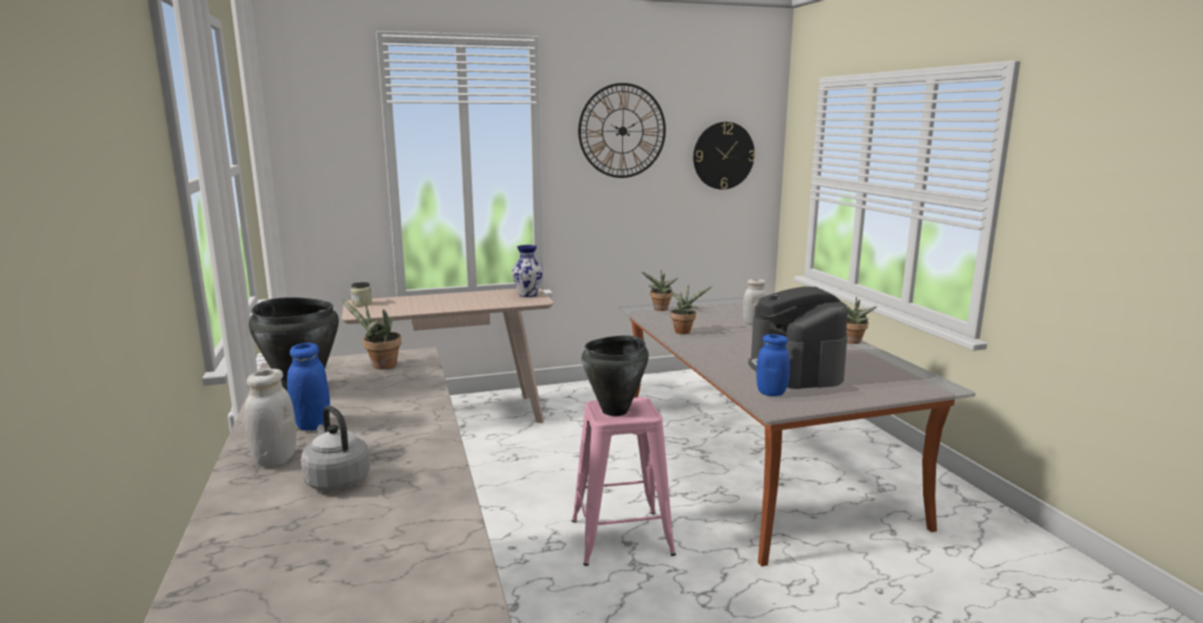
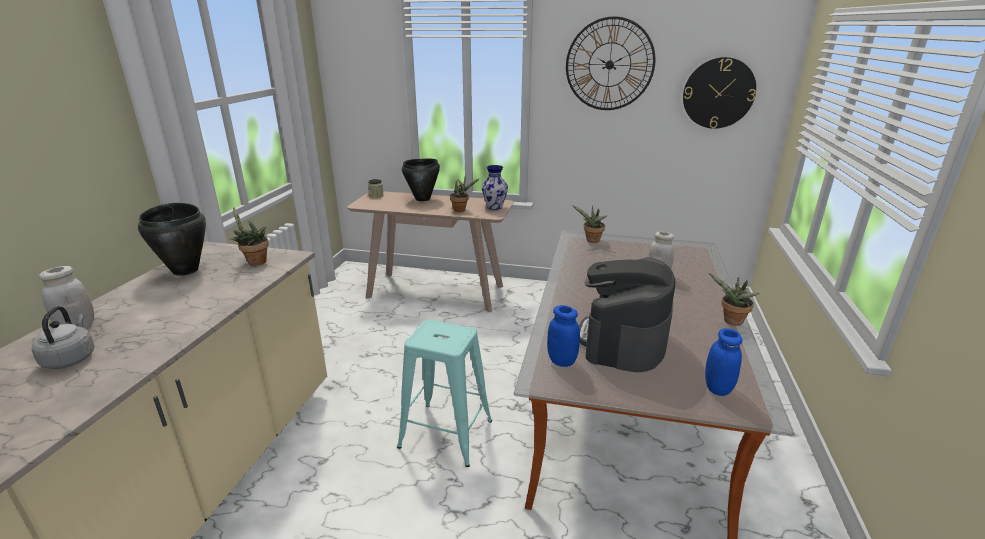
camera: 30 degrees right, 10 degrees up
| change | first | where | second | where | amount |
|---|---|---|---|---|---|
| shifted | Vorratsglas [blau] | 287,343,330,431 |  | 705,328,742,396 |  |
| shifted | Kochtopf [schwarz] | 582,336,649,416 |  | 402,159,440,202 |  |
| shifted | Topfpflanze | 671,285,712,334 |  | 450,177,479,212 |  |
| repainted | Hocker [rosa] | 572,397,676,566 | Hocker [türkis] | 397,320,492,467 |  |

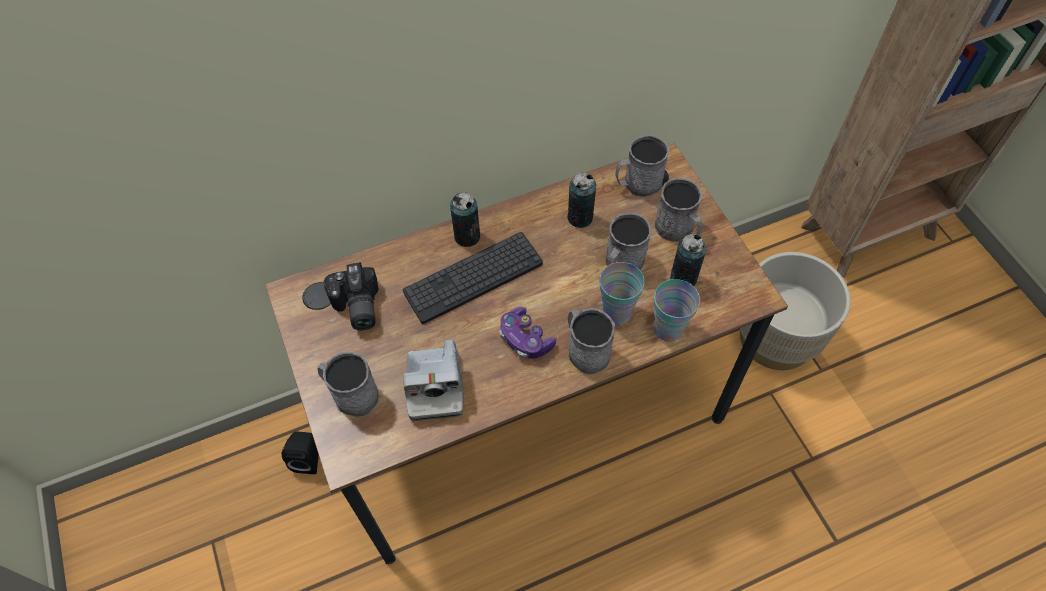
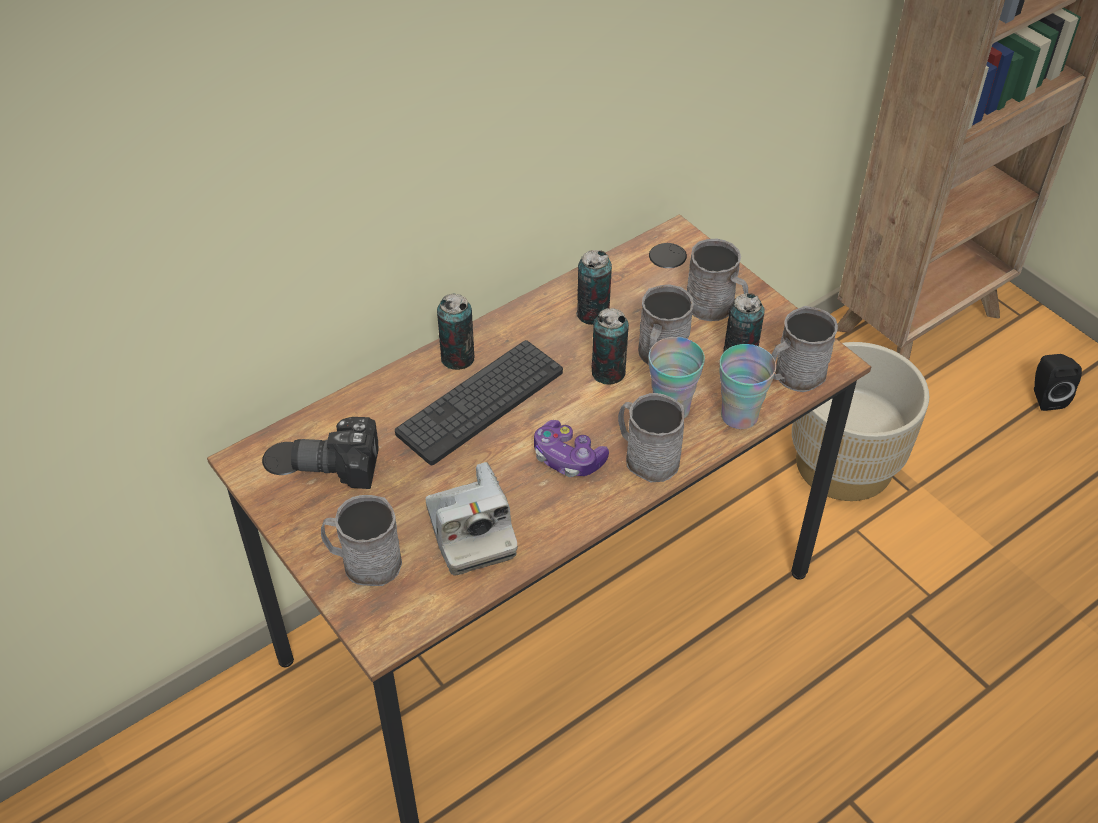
camera: 15 degrees left, 10 degrees down
| change | first | where | second | where | amount |
|---|---|---|---|---|---|
| new |  |  | Dose | 591,308,629,385 |  |
| shifted | Lautsprecher [schwarz] | 282,431,318,474 |  | 1034,354,1082,411 |  |
| shifted | Henkelbecher [grau] | 615,134,669,197 |  | 772,306,838,392 |  |
| rotated | Kamera | 324,262,379,330 |  | 291,417,379,489 | 120 degrees clockwise |

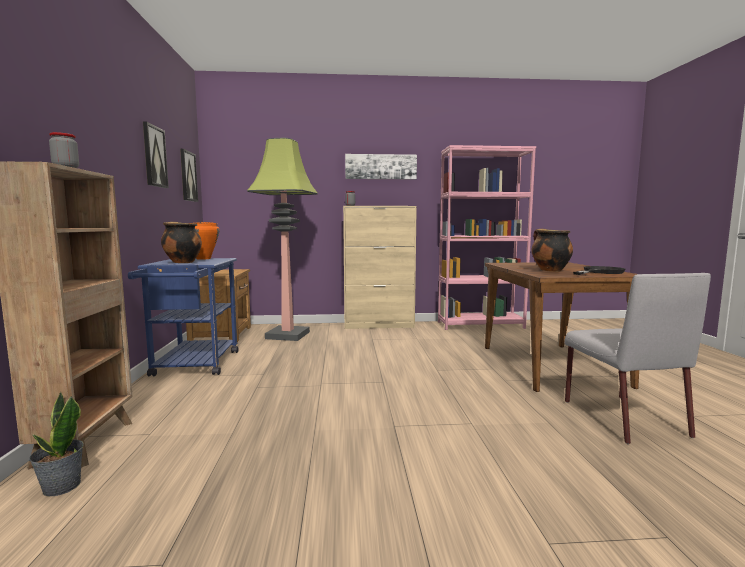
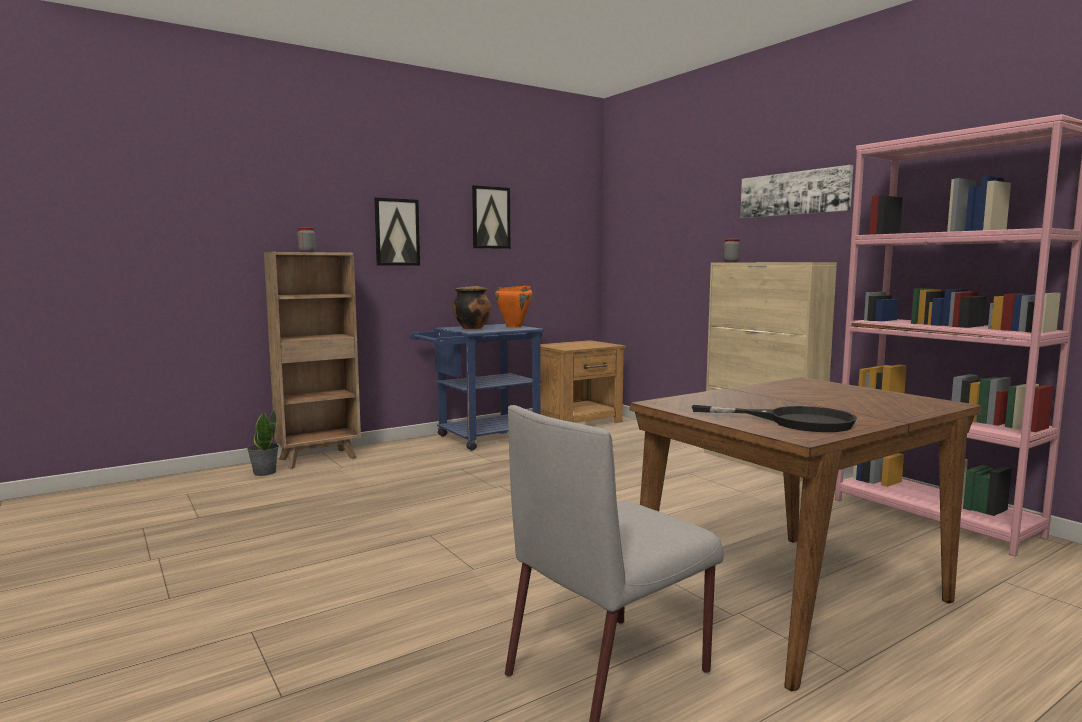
camera: 60 degrees right, 0 degrees up
| change | first | where | second | where | amount |
|---|---|---|---|---|---|
| gone | Stehlampe | 247,137,318,341 |  |  |  |
| gone | Kochtopf | 531,229,573,272 |  |  |  |
| shifted | Bild | 180,149,198,202 |  | 374,198,420,265 |  |

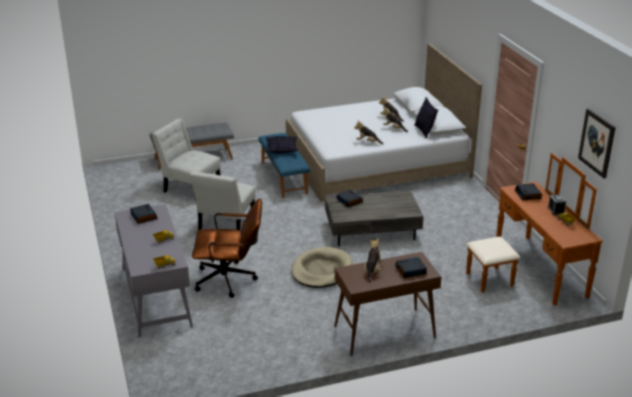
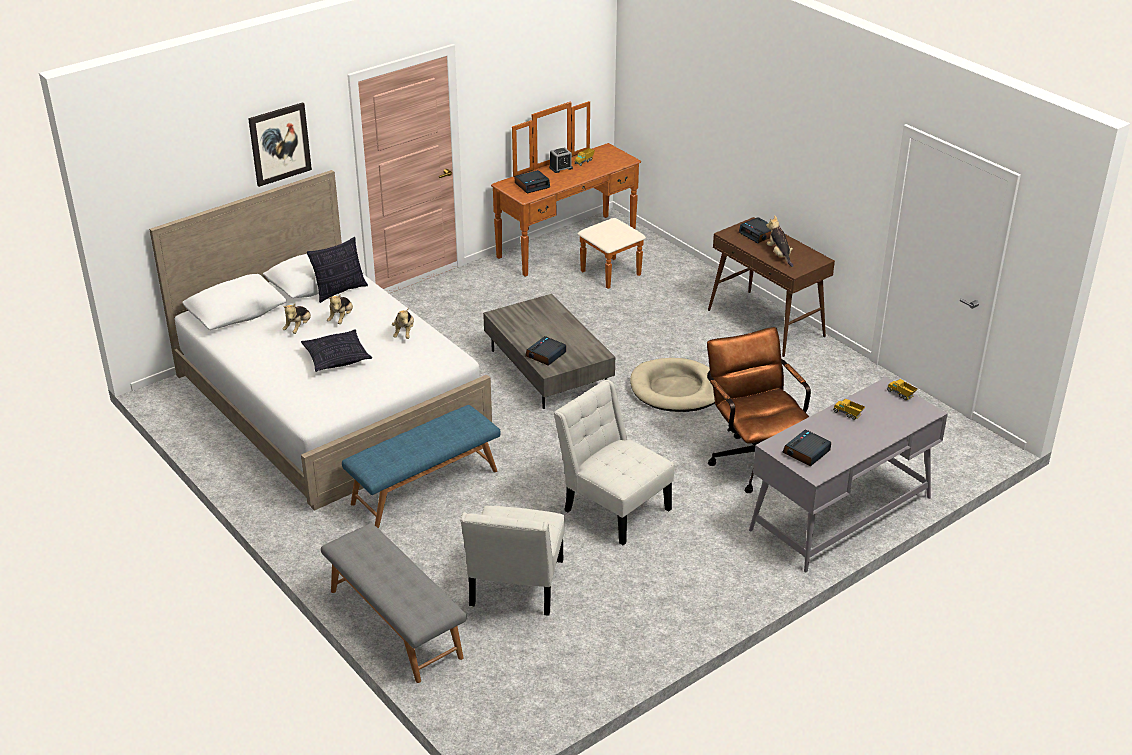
camera: 110 degrees left, 5 degrees up
| change | first | where | second | where | amount |
|---|---|---|---|---|---|
| shifted | Kissen | 266,136,298,153 |  | 301,330,372,372 |  |
| shifted | Bild | 578,109,616,178 |  | 248,102,312,187 |  |
| rotated | Stuhl [weiß] | 190,171,255,230 |  | 554,380,674,545 | 135 degrees counterclockwise |
| rotated | Plüschtier | 364,238,382,283 |  | 766,215,793,267 | 75 degrees clockwise |

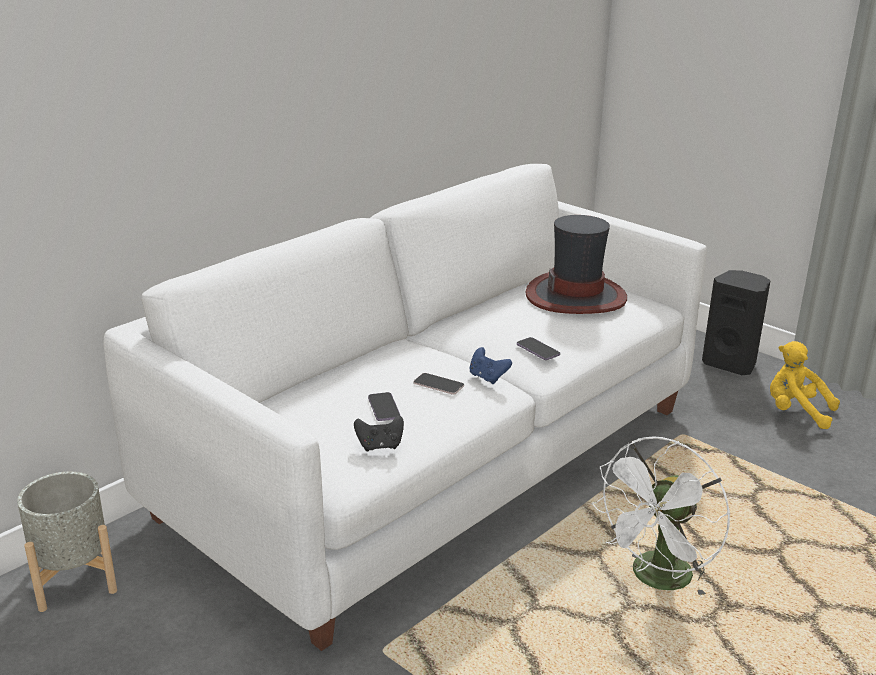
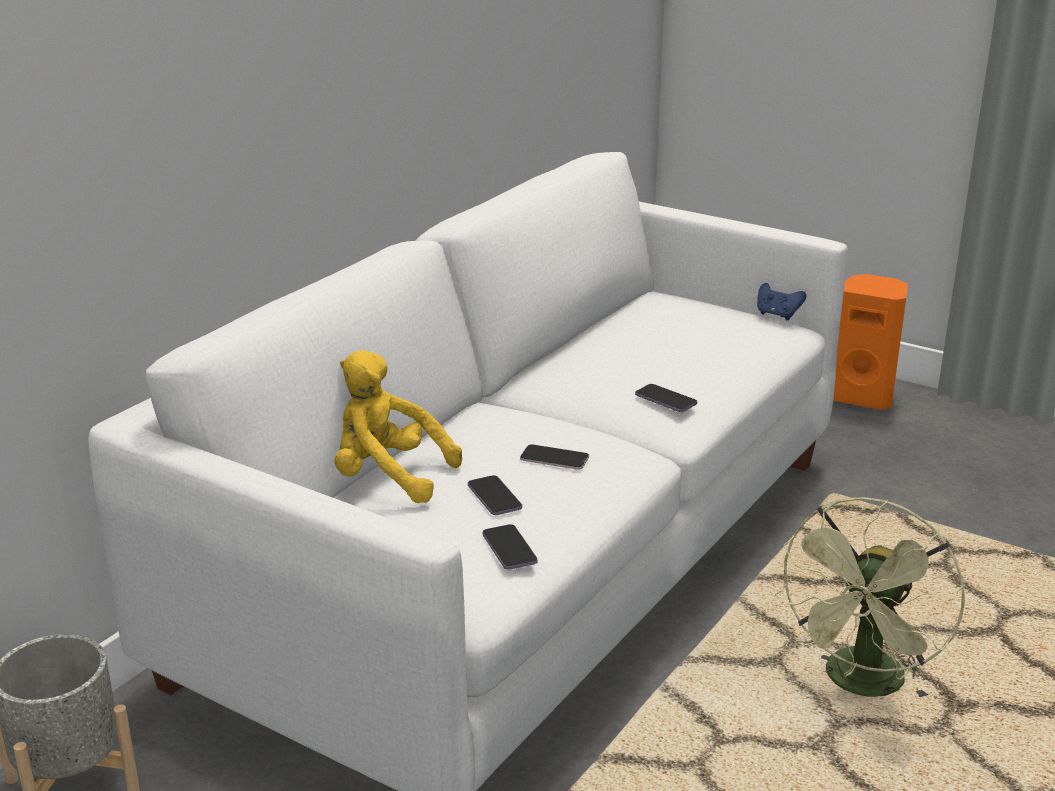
camera: 10 degrees left, 0 degrees up
| change | first | where | second | where | amount |
|---|---|---|---|---|---|
| gone | Hut | 525,215,627,314 |  |  |  |
| shifted | Gamepad [blau] | 469,347,512,384 |  | 757,283,806,320 |  |
| shifted | Plüschtier [gelb] | 770,341,840,429 |  | 335,350,462,503 |  |
| swapped | Gamepad [schwarz] | 354,415,404,451 | Handy | 483,524,538,570 |  |
| repainted | Ventilator [weiß] | 592,436,730,597 | Ventilator [grün] | 775,497,965,700 |  |
| repainted | Lautsprecher [schwarz] | 702,270,771,375 | Lautsprecher [orange] | 833,274,908,410 |  |

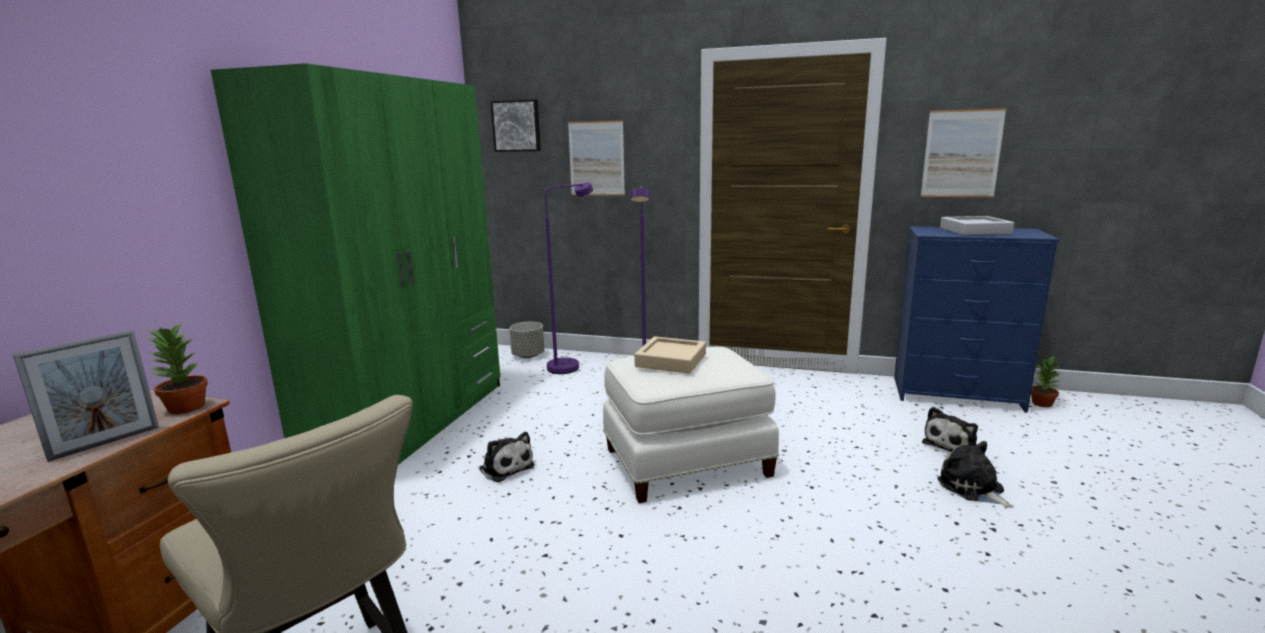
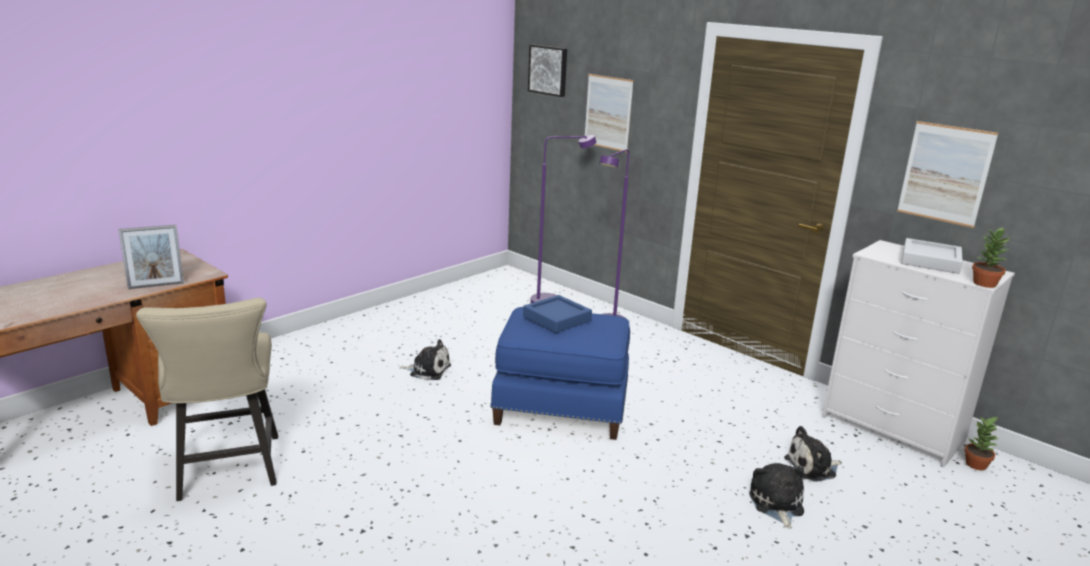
camera: 25 degrees right, 5 degrees up
| change | first | where | second | where | amount |
|---|---|---|---|---|---|
| gone | Kleiderschrank [grün] | 211,63,500,465 |  |  |  |
| gone | Pflanzkübel [grau] | 510,322,545,358 |  |  |  |
| shifted | Topfpflanze | 146,322,208,414 |  | 972,228,1010,288 |  |
| repainted | Polsterhocker [weiß] | 603,346,779,503 | Polsterhocker [blau] | 490,307,630,440 |  |
| repainted | Tablett [beige] | 634,336,706,374 | Tablett [blau] | 523,295,592,333 |  |
| repainted | Kommode [blau] | 894,226,1059,412 | Kommode [weiß] | 822,240,1015,467 |  |
| rotated | Plüschtier | 479,432,535,482 |  | 400,339,451,380 | 60 degrees counterclockwise |

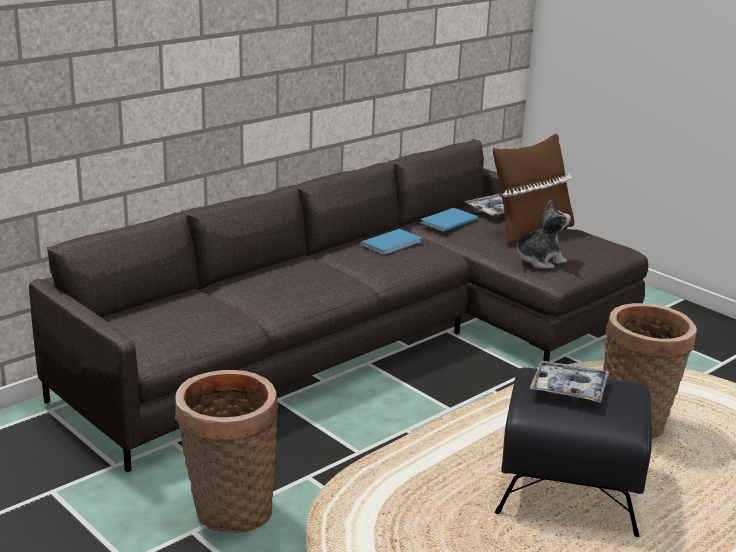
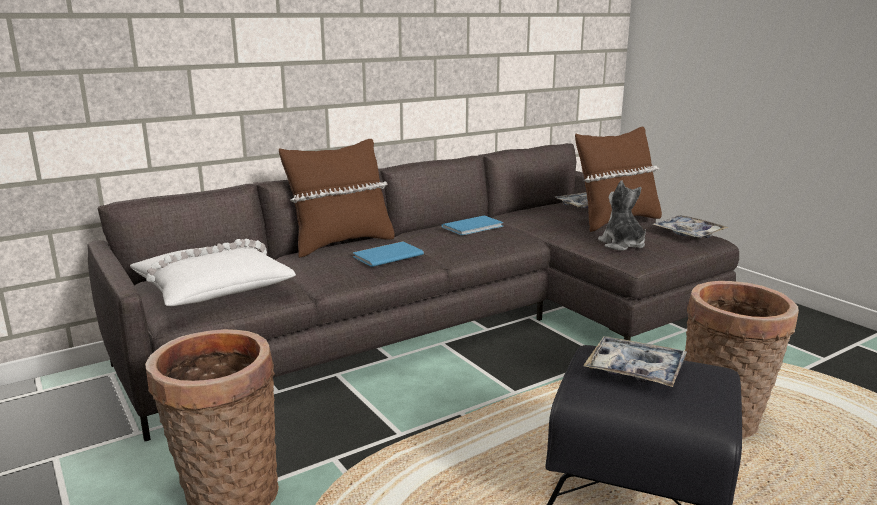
camera: 10 degrees right, 5 degrees down
| change | first | where | second | where | amount |
|---|---|---|---|---|---|
| new |  |  | Kissen [weiß] | 130,239,296,306 |  |
| new |  |  | Kissen [braun] | 279,139,395,258 |  |
| new |  |  | Tablett | 651,215,728,238 |  |
| shifted | Buch [blau] | 421,208,478,232 |  | 353,242,424,267 |  |
| rotated | Plüschtier | 516,200,571,269 |  | 598,180,646,251 | 90 degrees counterclockwise |

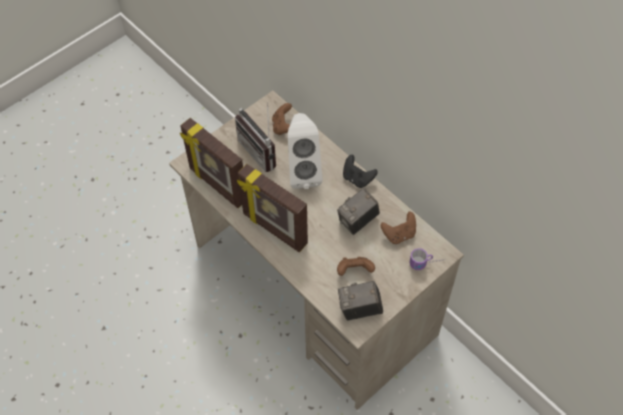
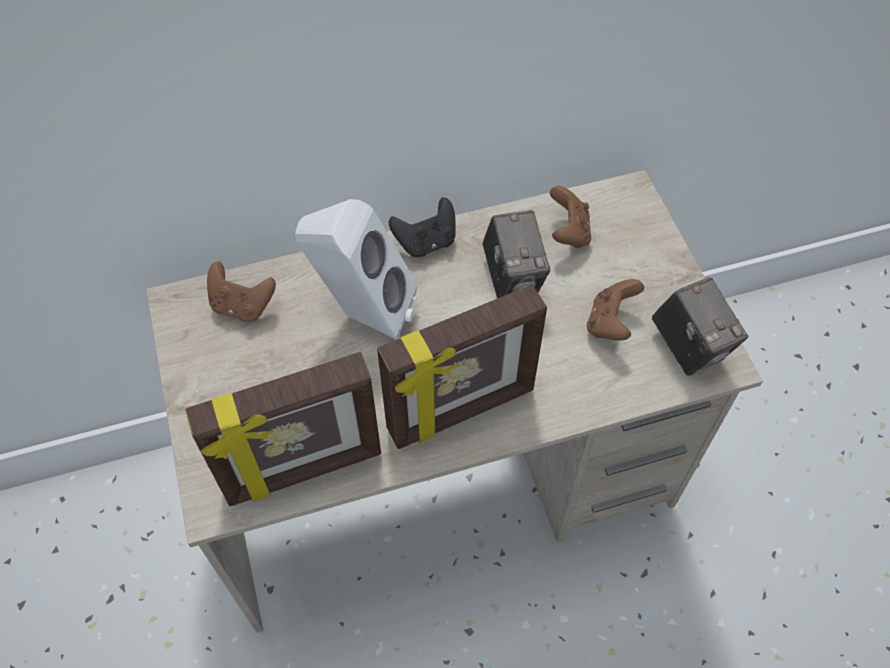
camera: 65 degrees left, 0 degrees up
| change | first | where | second | where | amount |
|---|---|---|---|---|---|
| gone | Radio | 235,102,276,172 |  |  |  |
| gone | Henkelbecher | 410,248,443,270 |  |  |  |
| rotated | Kamera | 338,281,383,321 |  | 652,277,748,376 | 45 degrees counterclockwise |

